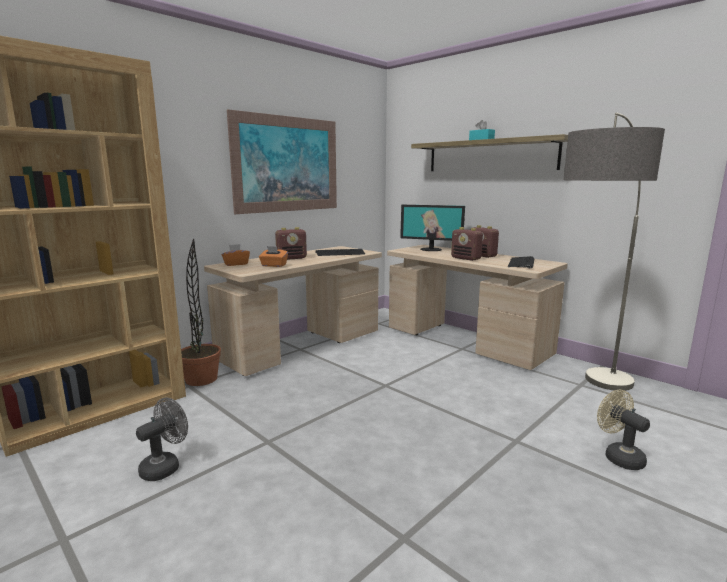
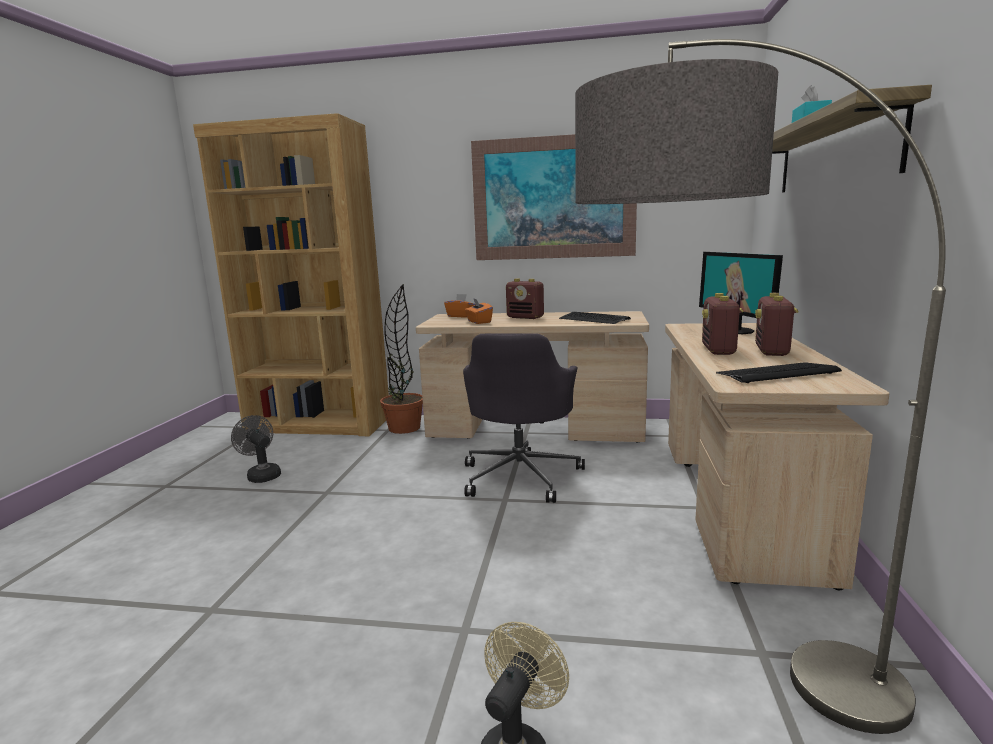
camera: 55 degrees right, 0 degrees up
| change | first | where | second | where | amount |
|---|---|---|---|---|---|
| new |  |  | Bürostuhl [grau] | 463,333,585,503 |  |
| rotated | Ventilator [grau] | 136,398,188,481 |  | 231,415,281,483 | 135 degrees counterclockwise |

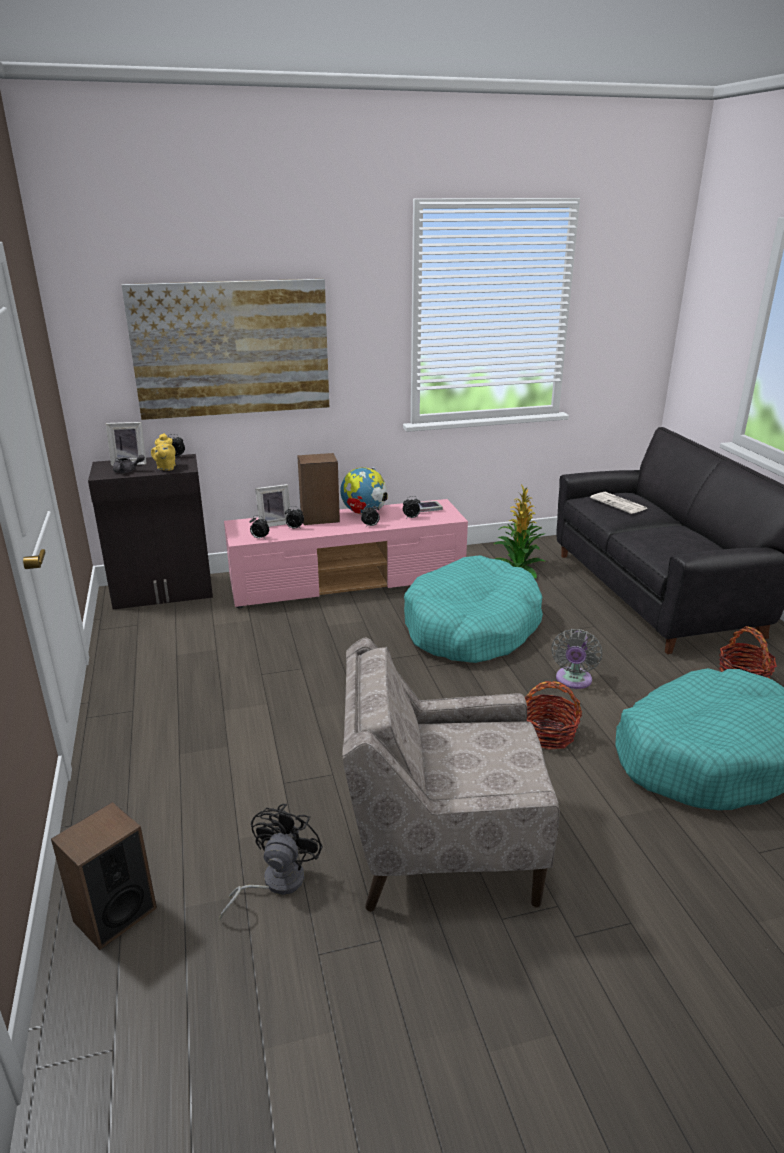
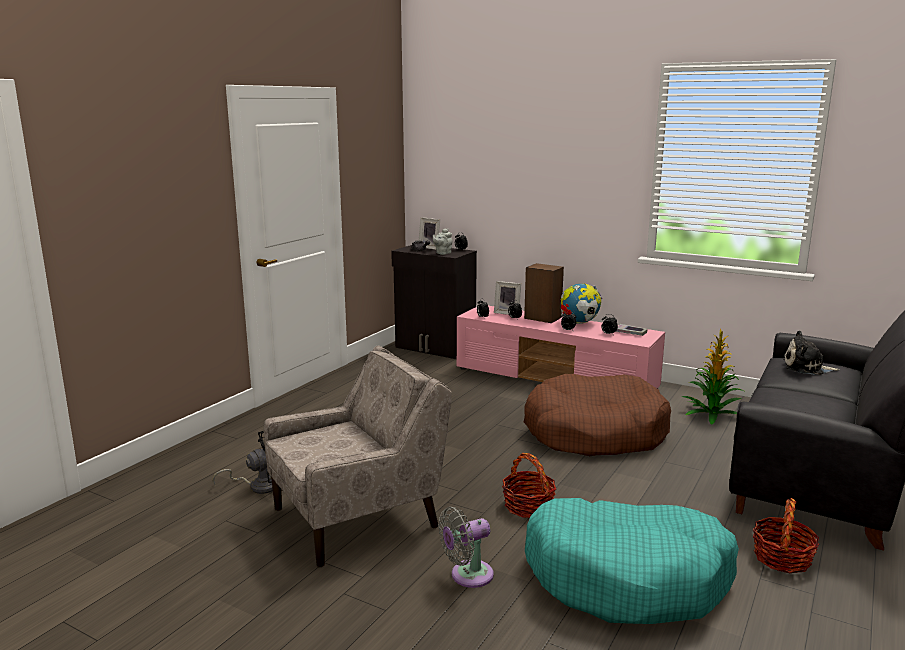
camera: 45 degrees right, 10 degrees down
| change | first | where | second | where | amount |
|---|---|---|---|---|---|
| gone | Lautsprecher | 51,802,157,950 |  |  |  |
| gone | Bild | 122,279,329,420 |  |  |  |
| shifted | Ventilator [grau] | 552,629,602,689 |  | 438,507,494,588 |  |
| swapped | Zeitung | 590,492,647,514 | Plüschtier | 783,331,840,375 |  |
| repainted | Teekanne [gelb] | 151,433,176,471 | Teekanne [grau] | 433,229,452,255 |  |
| repainted | Hundebett [türkis] | 404,555,543,663 | Hundebett [braun] | 524,374,671,456 |  |
| rotated | Sessel [beige] | 342,638,559,912 |  | 264,346,452,567 | 105 degrees clockwise |

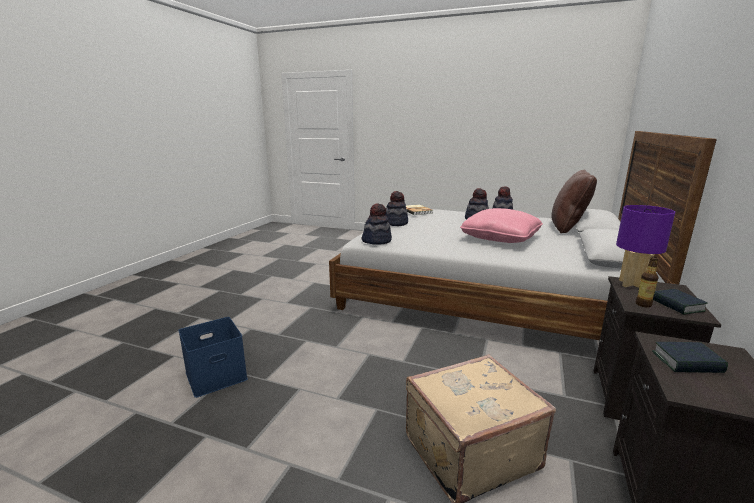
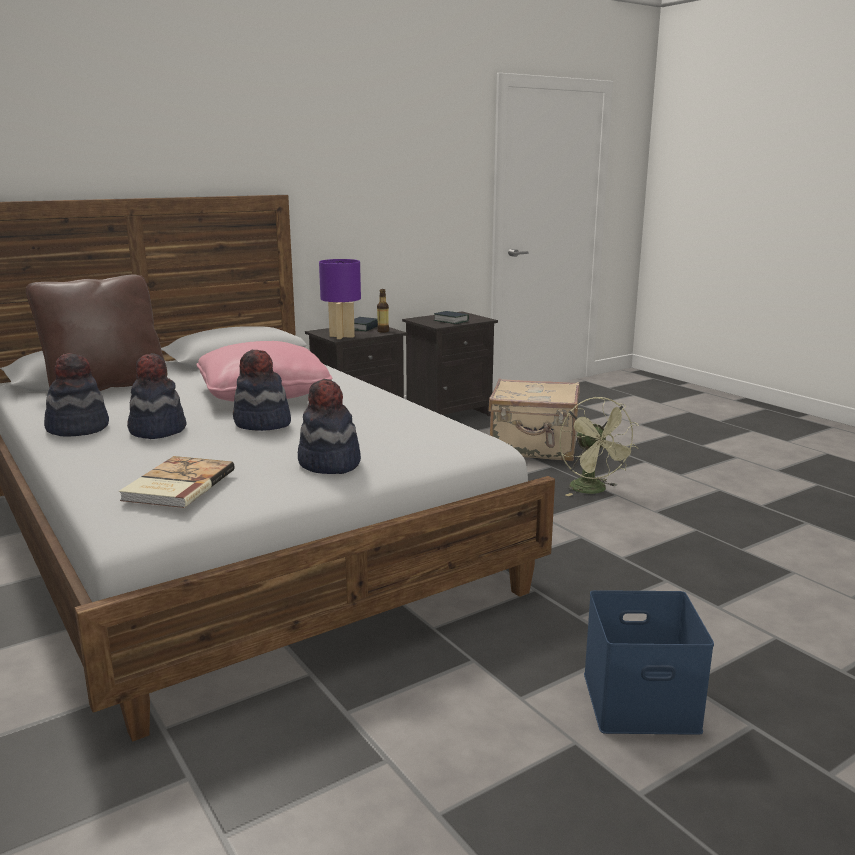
camera: 145 degrees left, 0 degrees up
| change | first | where | second | where | amount |
|---|---|---|---|---|---|
| new |  |  | Ventilator [grün] | 559,397,639,496 |  |
| shifted | Aufbewahrungsbox [blau] | 178,317,248,398 |  | 584,590,714,735 |  |
| shifted | Hut | 361,203,392,245 |  | 233,350,291,431 |  |

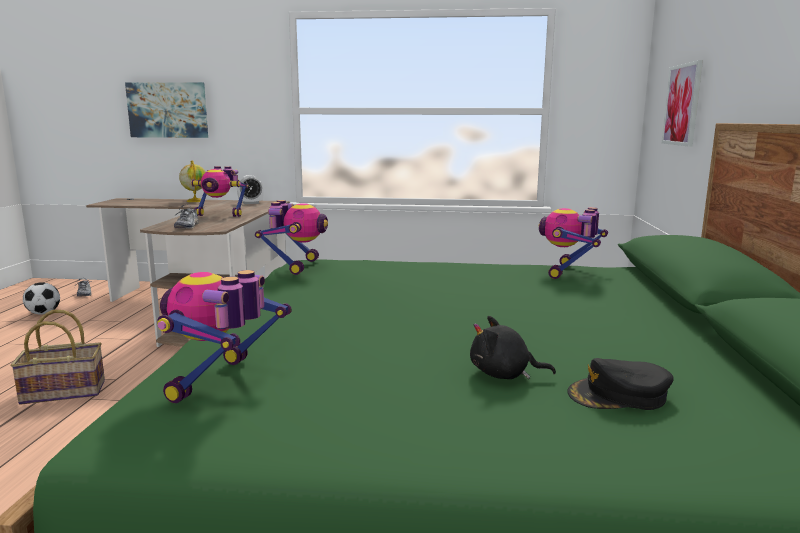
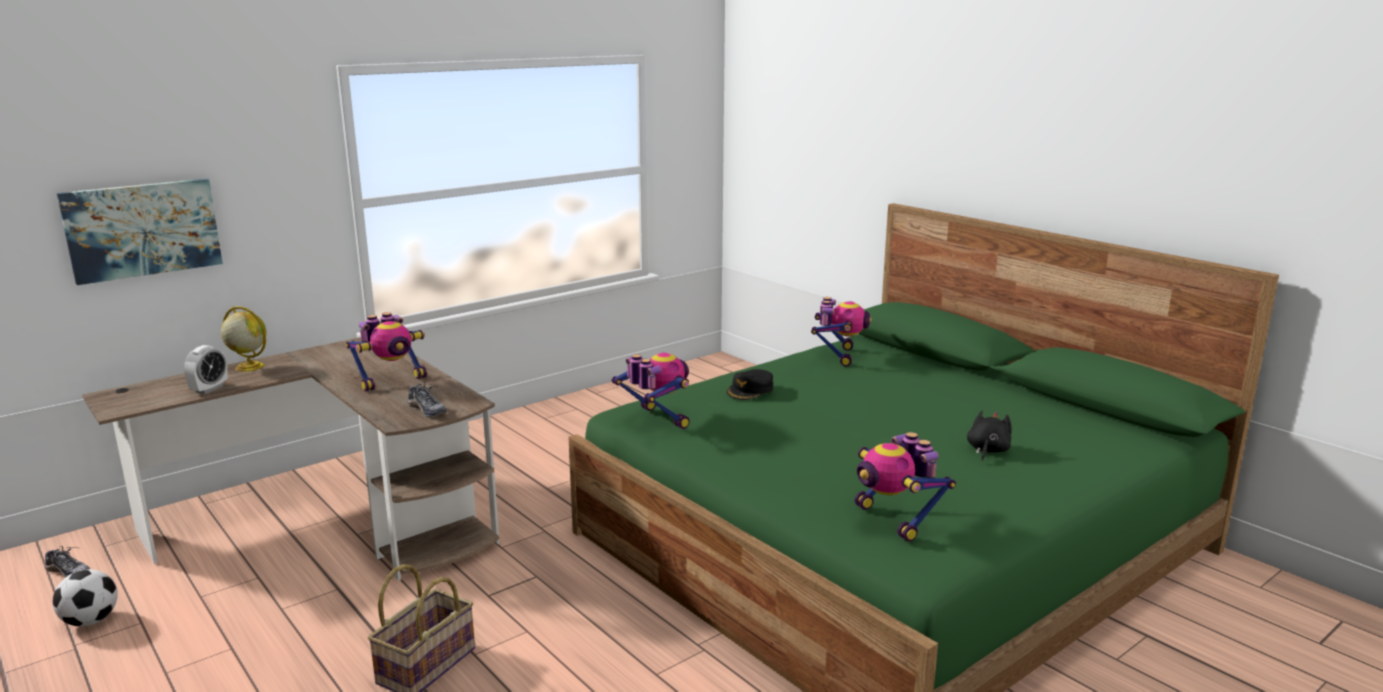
camera: 45 degrees left, 5 degrees up
| change | first | where | second | where | amount |
|---|---|---|---|---|---|
| gone | Bild | 661,60,703,147 |  |  |  |
| shifted | Wecker | 237,175,264,204 |  | 184,345,228,394 |  |
| shifted | Kappe [schwarz] | 567,358,674,410 |  | 727,369,773,400 |  |
| rotated | Plüschtier [schwarz] | 470,316,556,379 |  | 967,411,1012,461 | 150 degrees clockwise |
| rotated | Spielzeugroboter | 539,207,608,279 |  | 811,297,872,367 | 150 degrees counterclockwise |

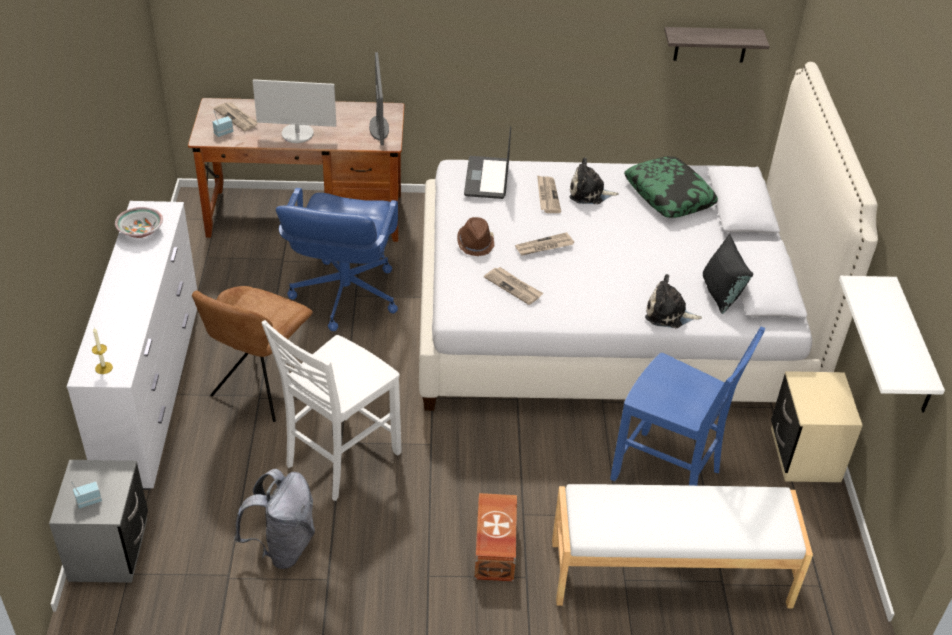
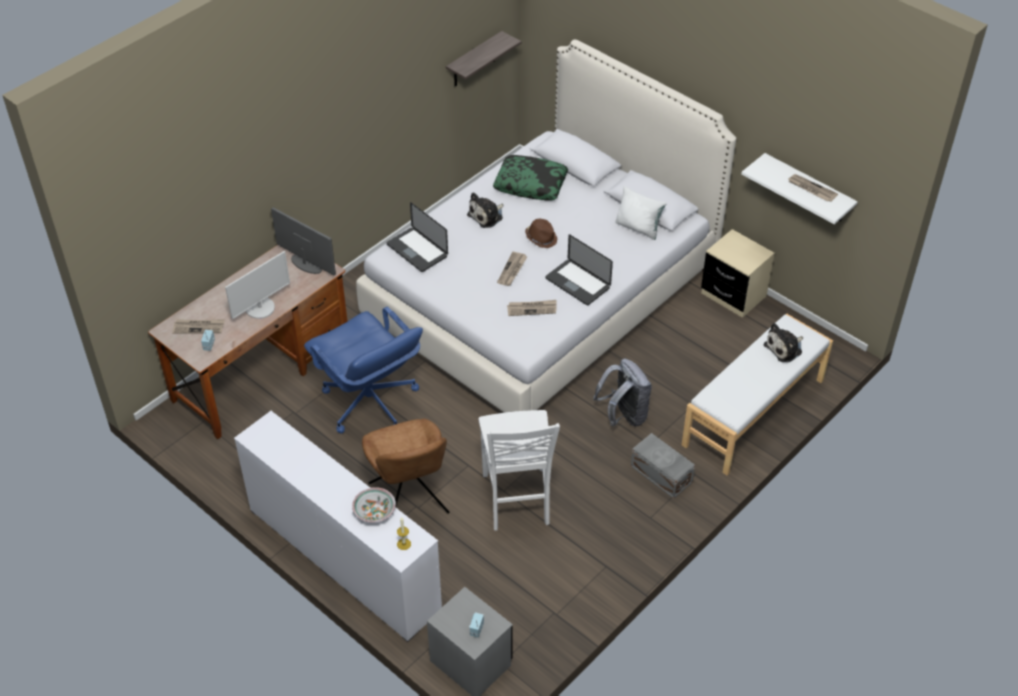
camera: 45 degrees left, 5 degrees up
| change | first | where | second | where | amount |
|---|---|---|---|---|---|
| gone | Stuhl [blau] | 610,327,765,486 |  |  |  |
| new |  |  | Laptop | 546,234,613,305 |  |
| shifted | Schüssel | 115,207,163,238 |  | 352,487,396,523 |  |
| shifted | Rucksack [grau] | 235,469,315,569 |  | 593,359,652,427 |  |
| shifted | Hut [braun] | 457,217,494,256 |  | 525,219,558,248 |  |
| shifted | Zeitung | 537,175,561,213 |  | 788,174,838,202 |  |
| shifted | Plüschtier | 645,274,702,328 |  | 764,323,803,362 |  |
| repainted | Aufbewahrungsbox [braun] | 474,493,517,581 | Aufbewahrungsbox [grau] | 631,433,695,499 |  |
| repainted | Kissen [schwarz] | 703,234,753,314 | Kissen [weiß] | 615,186,667,240 |  |

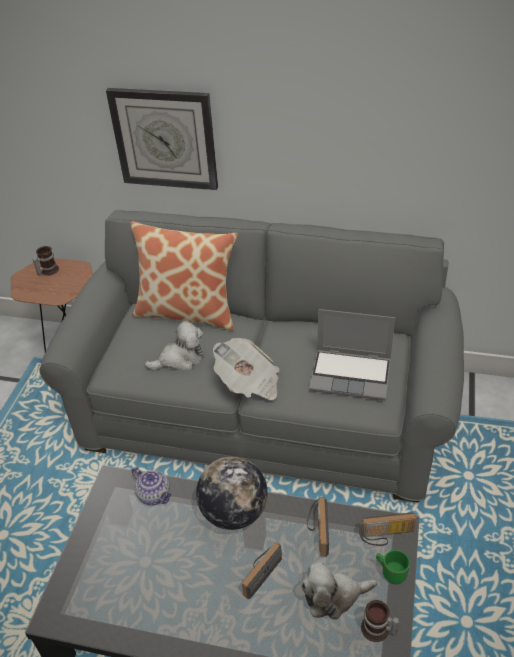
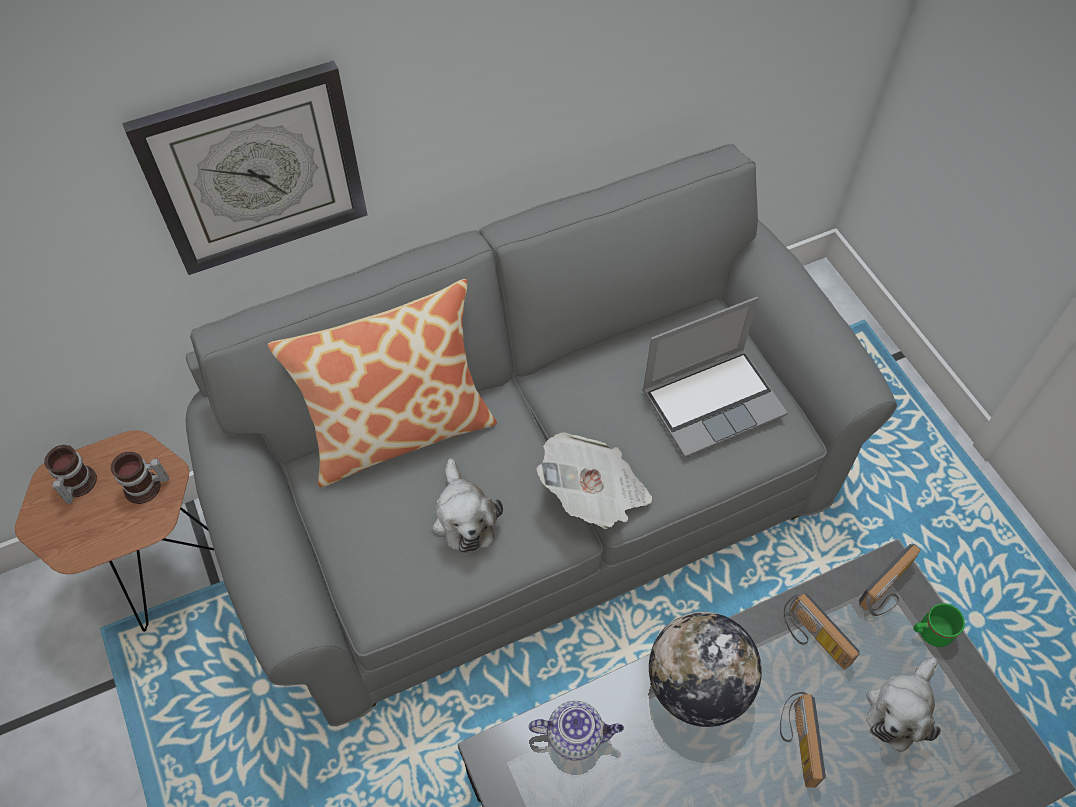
camera: 40 degrees left, 15 degrees up
| change | first | where | second | where | amount |
|---|---|---|---|---|---|
| shifted | Henkelbecher | 361,600,399,642 |  | 111,452,169,504 |  |
| rotated | Plüschtier | 145,320,204,371 |  | 432,458,503,554 | 135 degrees clockwise |

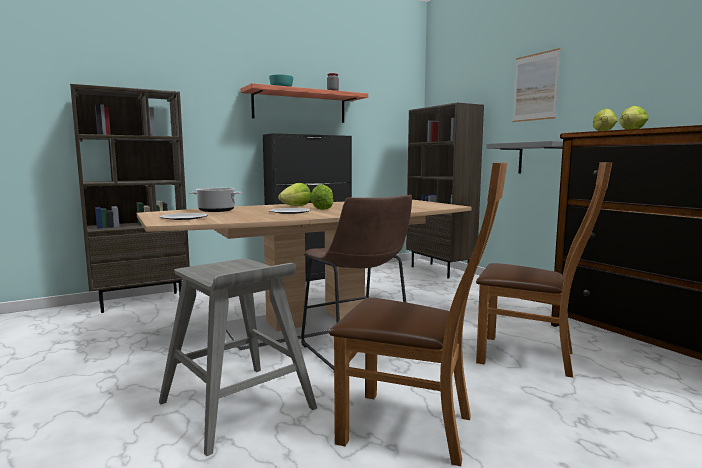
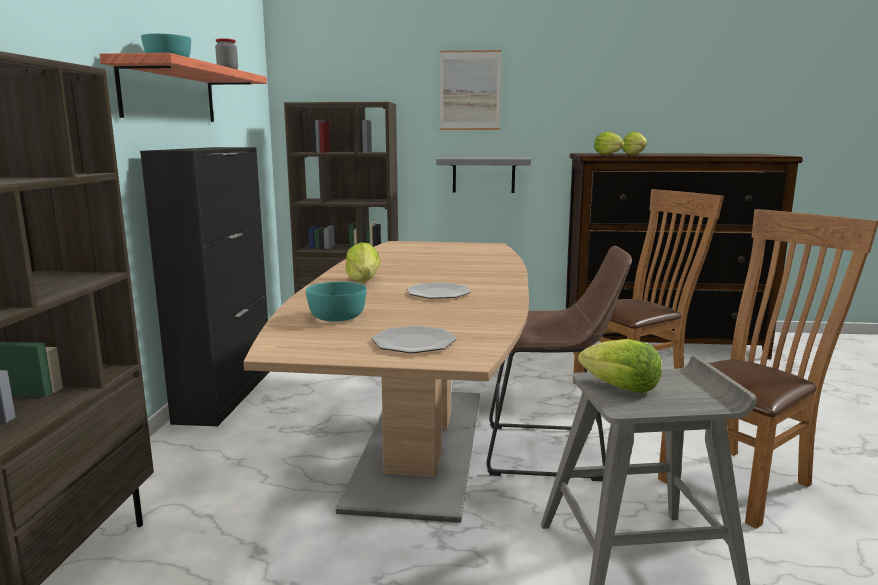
camera: 55 degrees left, 5 degrees up
| change | first | where | second | where | amount |
|---|---|---|---|---|---|
| shifted | Salatkopf | 310,185,334,210 |  | 578,339,662,393 |  |
| swapped | Kochtopf | 189,188,243,212 | Schüssel [türkis] | 306,282,367,322 |  |

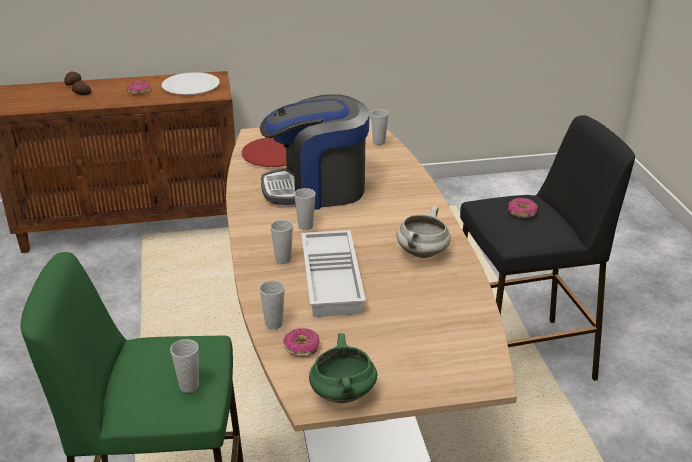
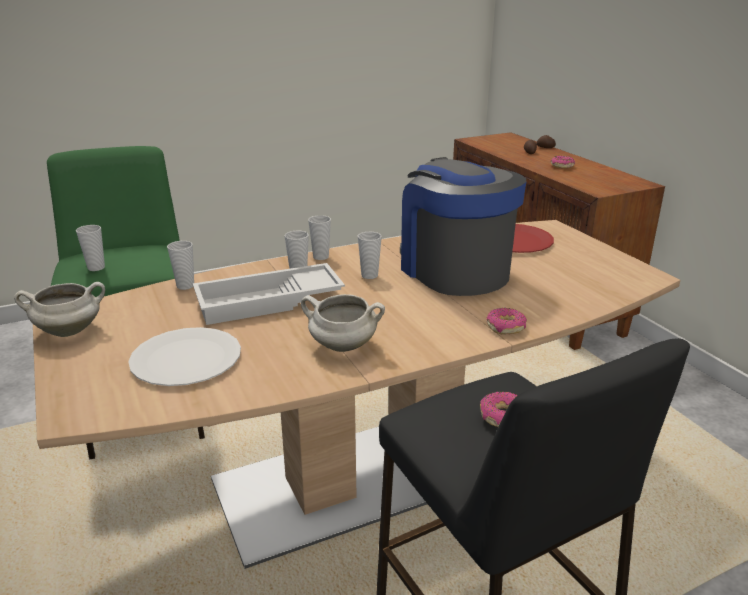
camera: 75 degrees right, 5 degrees down
| change | first | where | second | where | amount |
|---|---|---|---|---|---|
| shifted | Teller [weiß] | 162,72,220,95 |  | 128,327,241,386 |  |
| shifted | Donut | 283,328,320,357 |  | 486,308,527,334 |  |
| shifted | Tasse | 371,109,389,145 |  | 308,215,331,260 |  |
| repainted | Kochtopf [grün] | 309,333,377,403 | Kochtopf [weiß] | 14,282,105,337 |  |

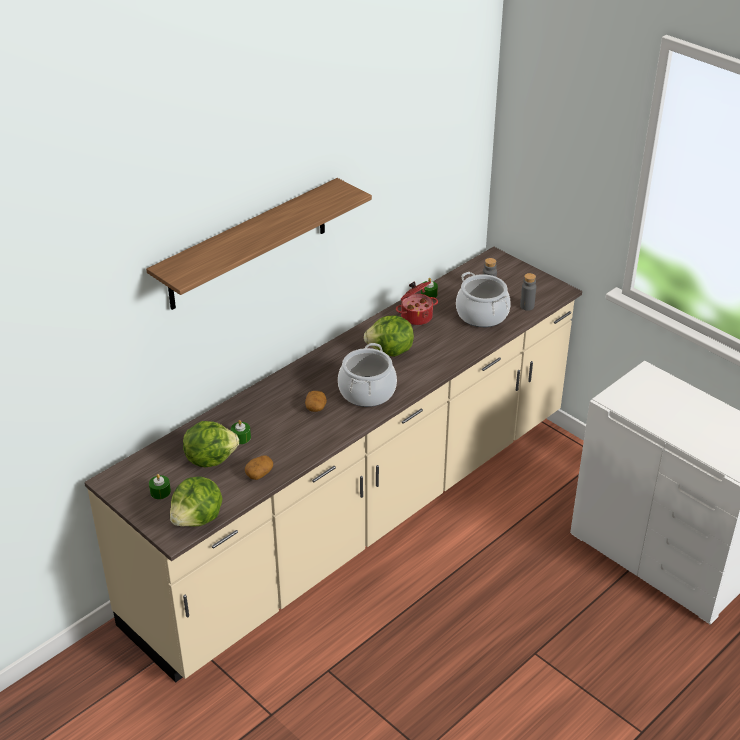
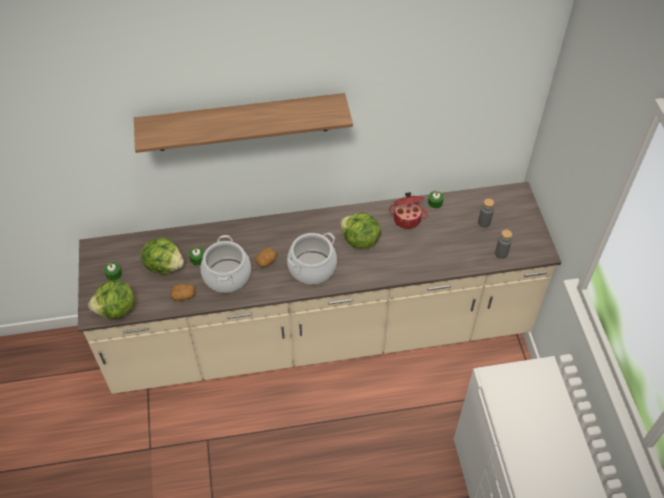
camera: 35 degrees right, 15 degrees up
| change | first | where | second | where | amount |
|---|---|---|---|---|---|
| shifted | Kochtopf | 456,272,511,327 |  | 201,235,251,293 |  |

